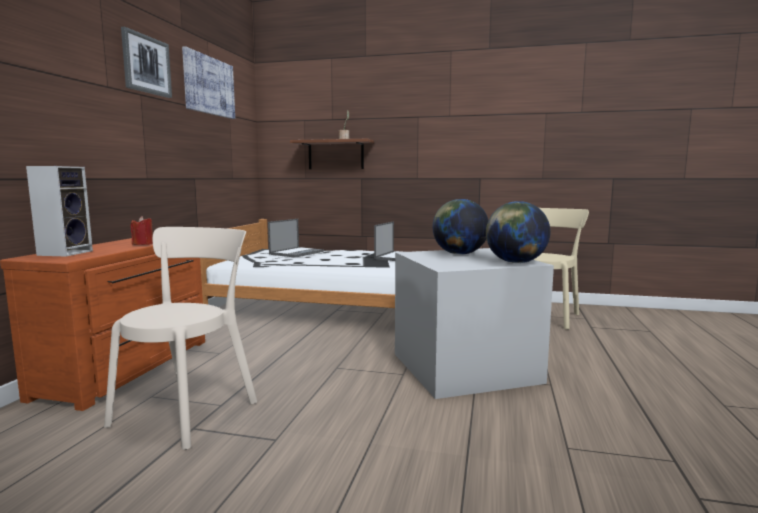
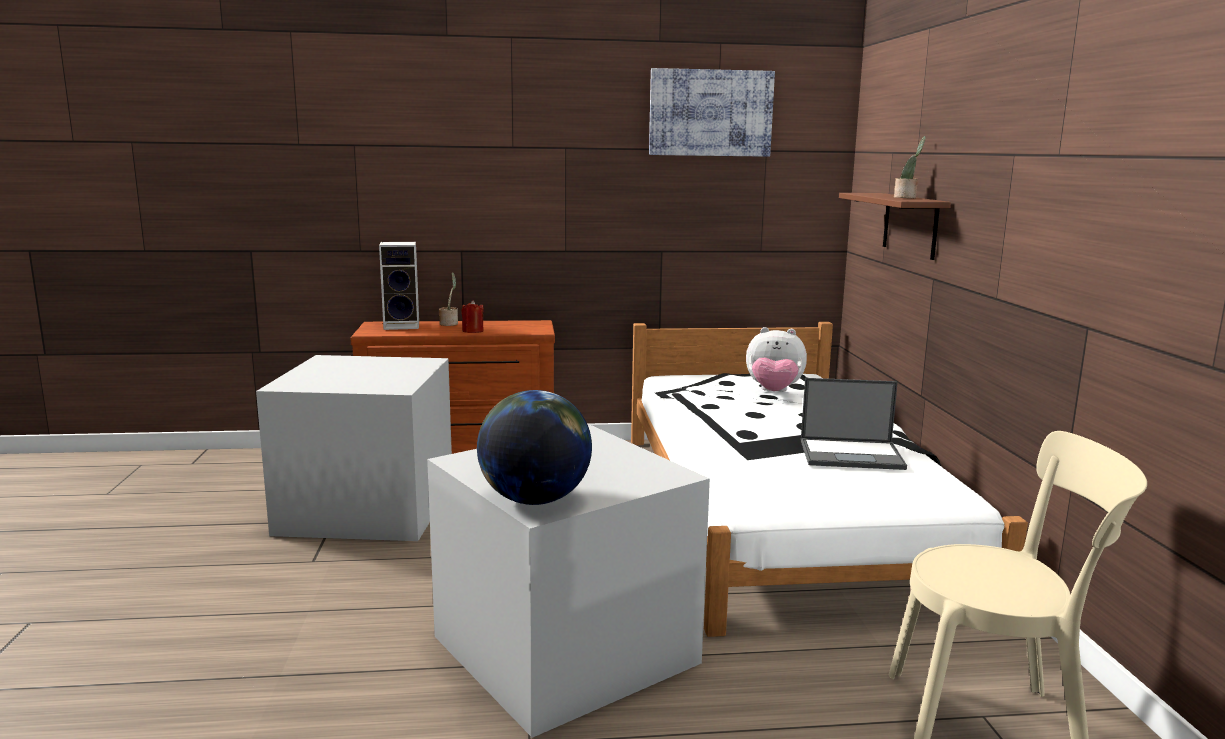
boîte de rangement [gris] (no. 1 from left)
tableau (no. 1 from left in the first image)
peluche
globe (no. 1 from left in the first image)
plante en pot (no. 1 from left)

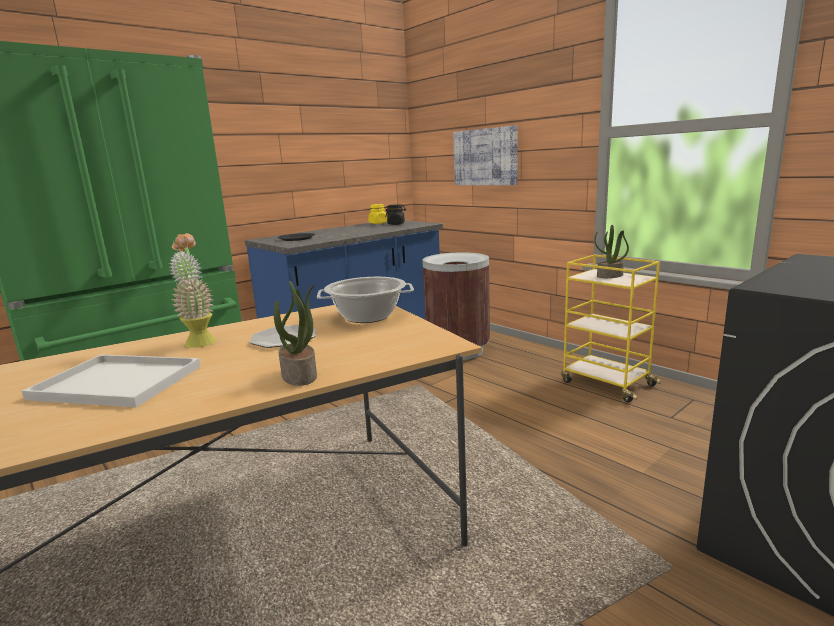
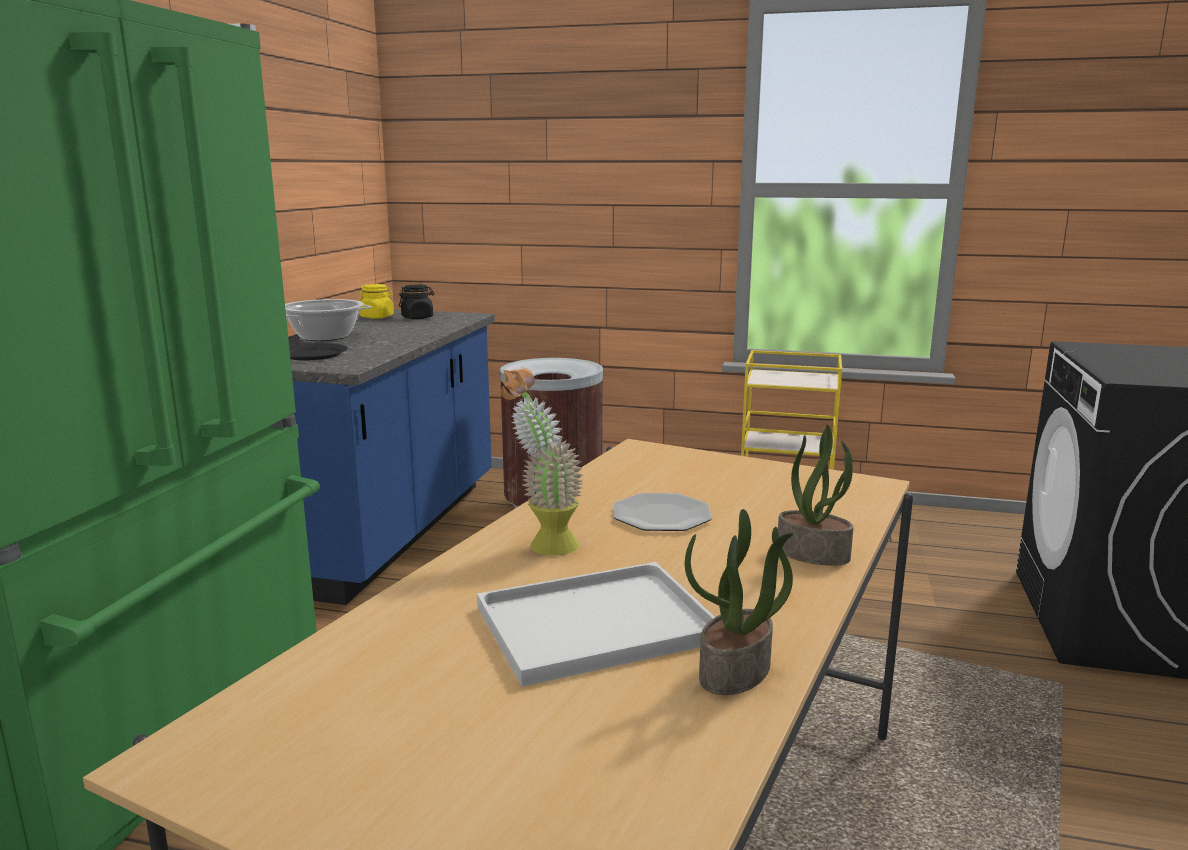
marmite
tableau
plante en pot (no. 2 from left)

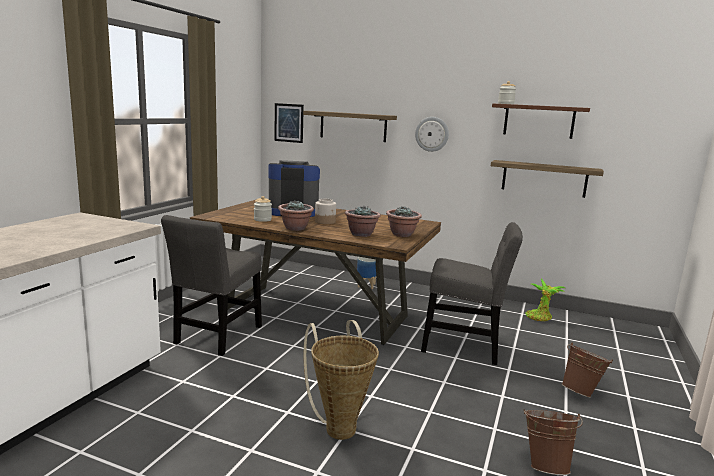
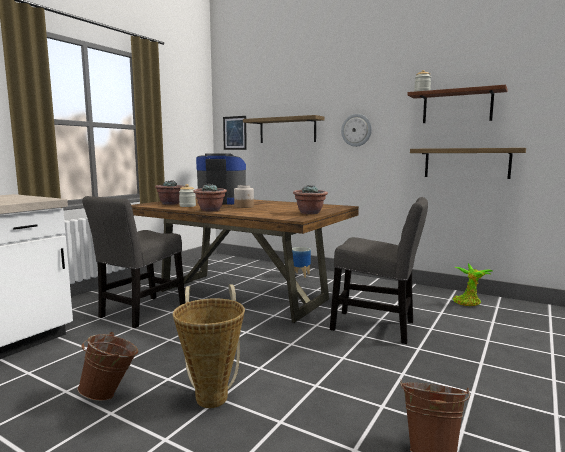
plante en pot (no. 1 from left)
seau [marron] (no. 1 from left)

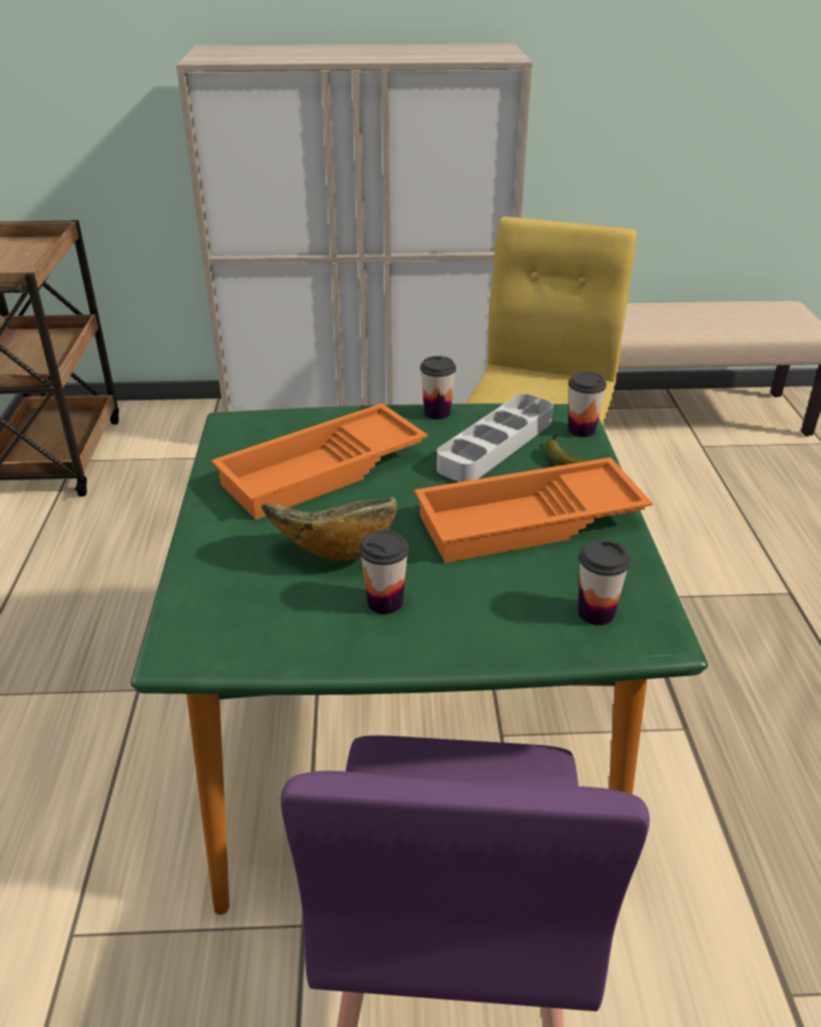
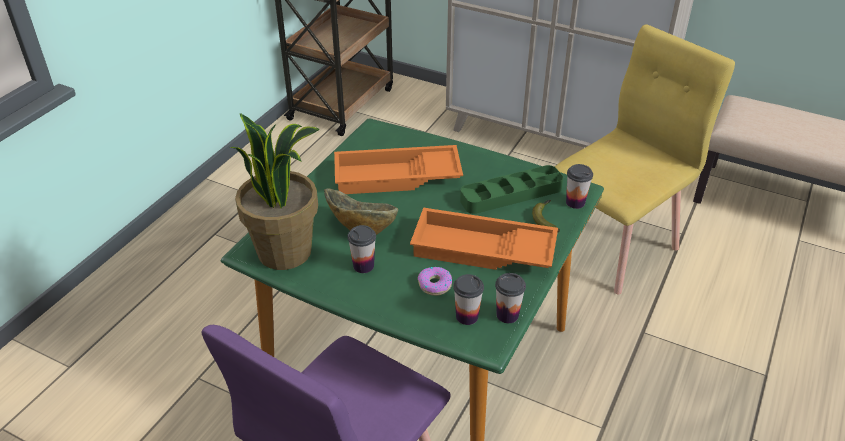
tasse (no. 3 from left)
plateau [vert]
plante en pot
beignet

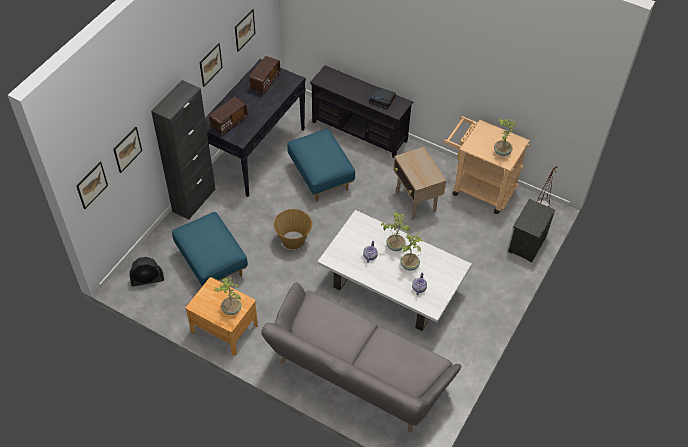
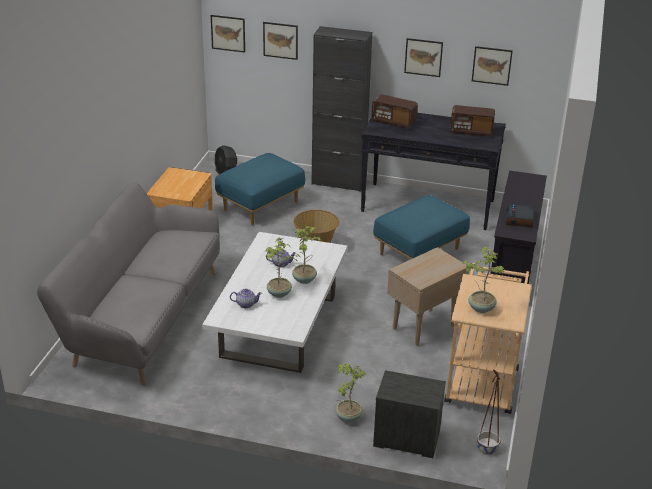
plante en pot (no. 3 from left)

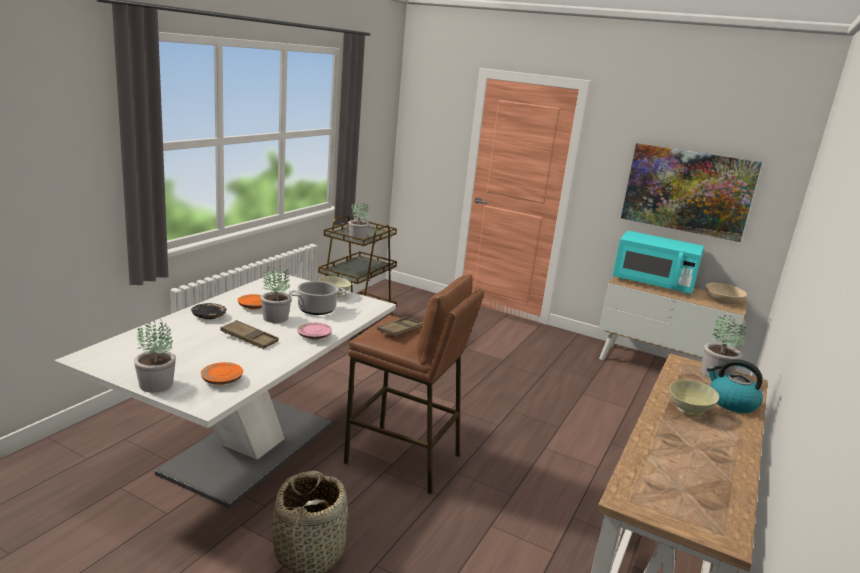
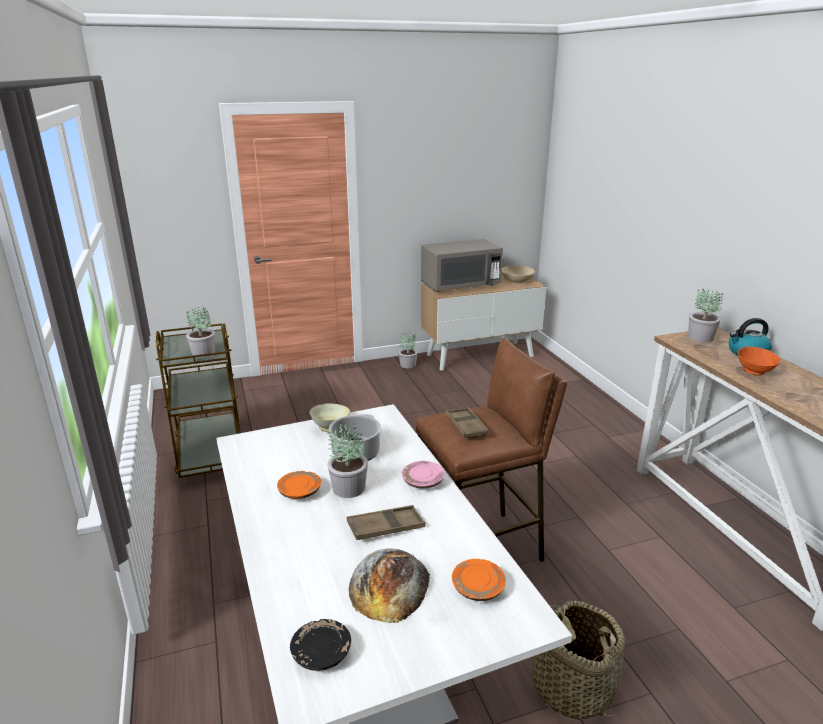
plante en pot (no. 3 from left)
assiette [noir]
micro-ondes [gris]
tableau
bol [orange]
pain

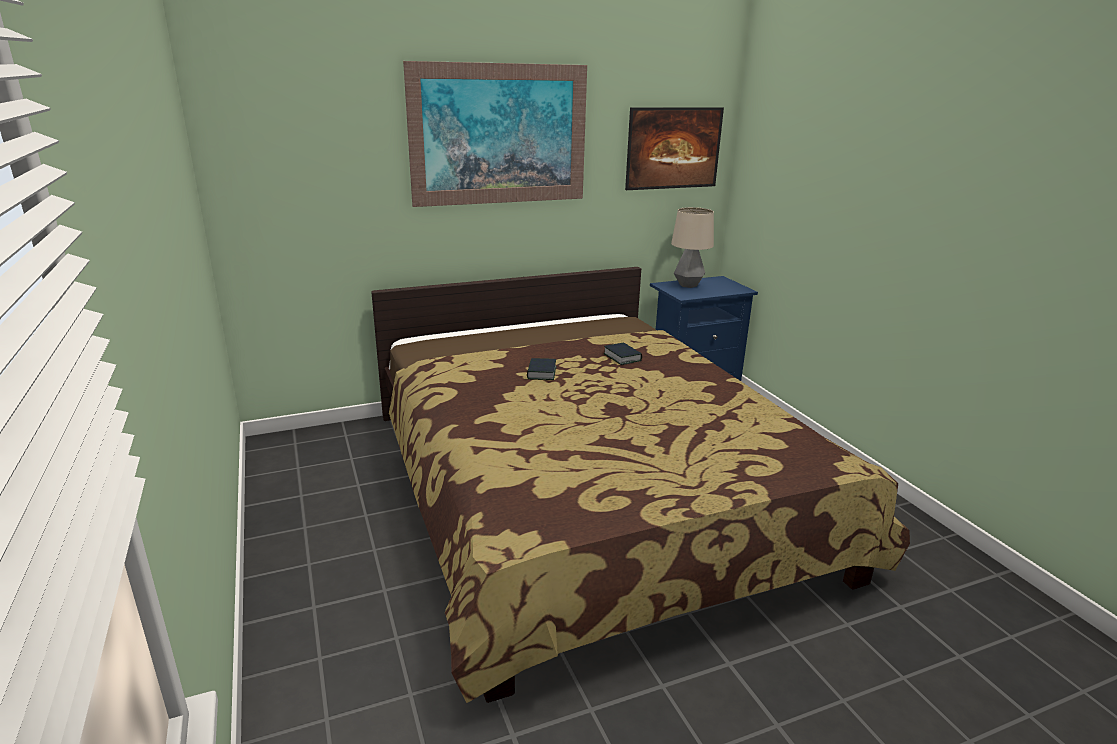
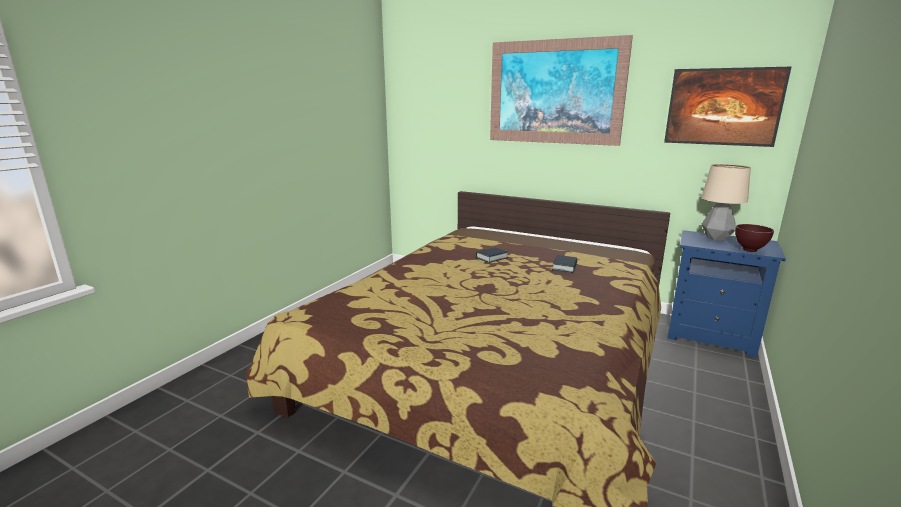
bol [marron]

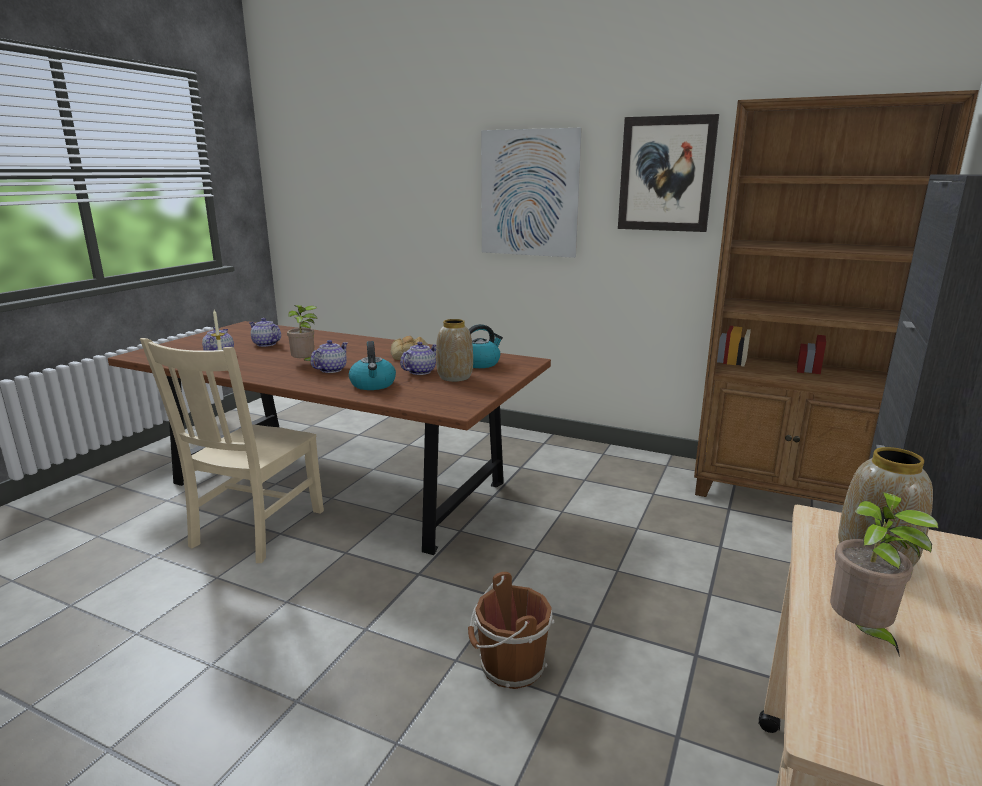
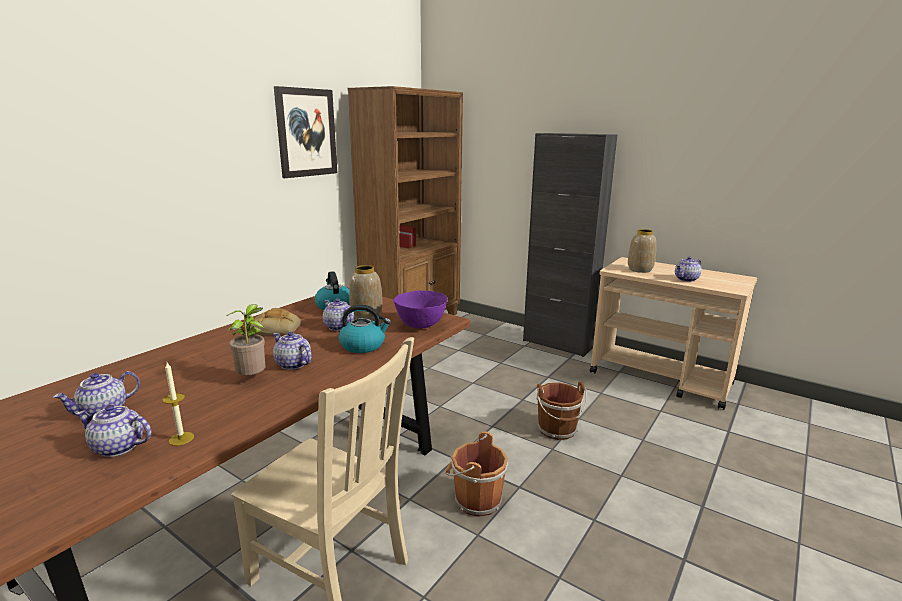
tableau (no. 1 from left in the first image)
théière (no. 5 from left)
bol [violet]
seau [marron] (no. 1 from left)

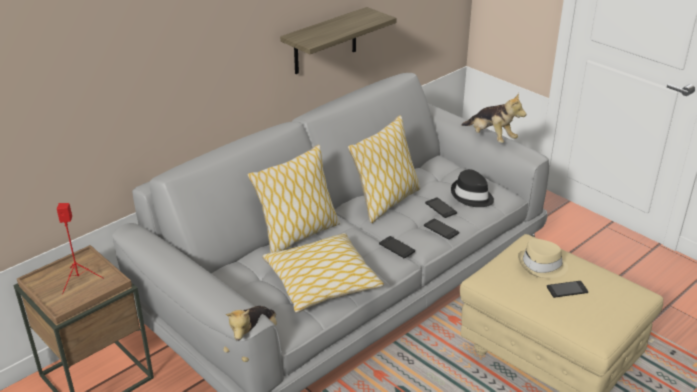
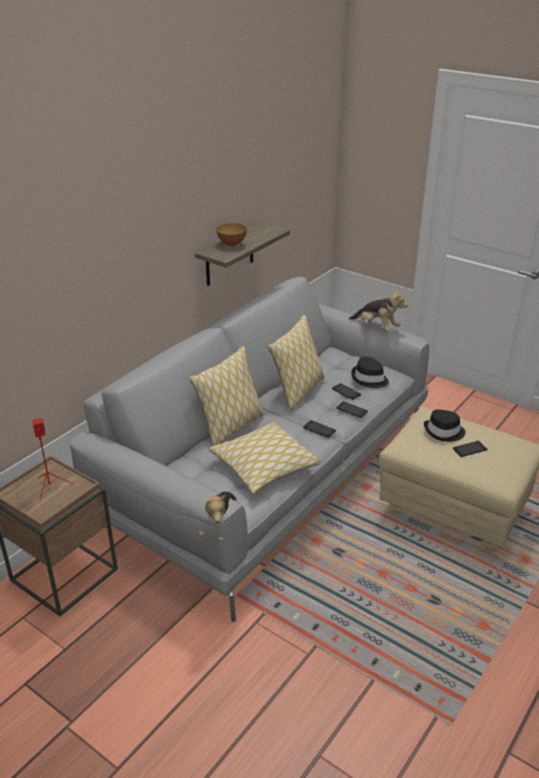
chapeau [noir] (no. 2 from left)
bol

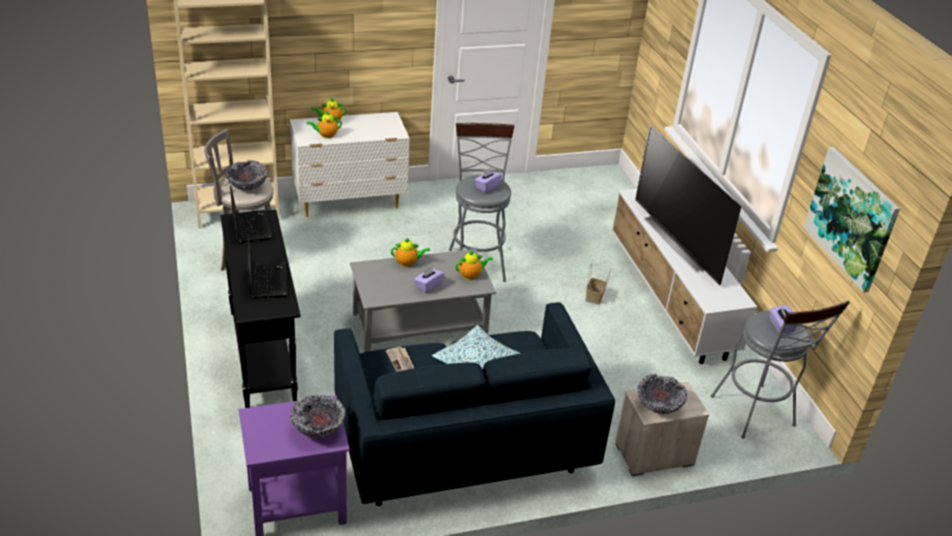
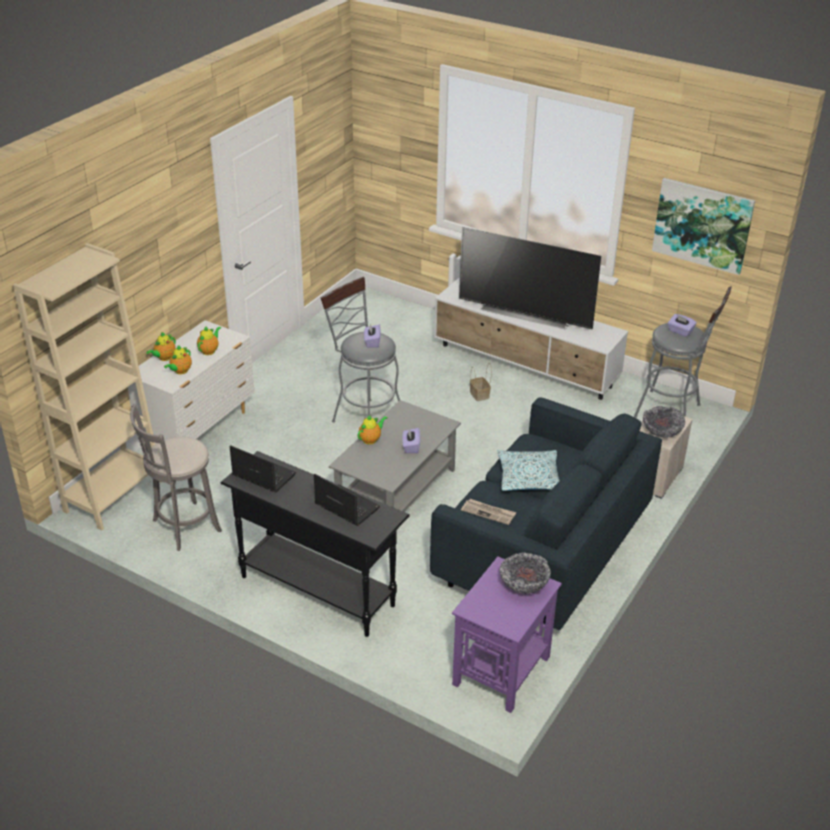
bol (no. 1 from left in the first image)
théière (no. 3 from left)

